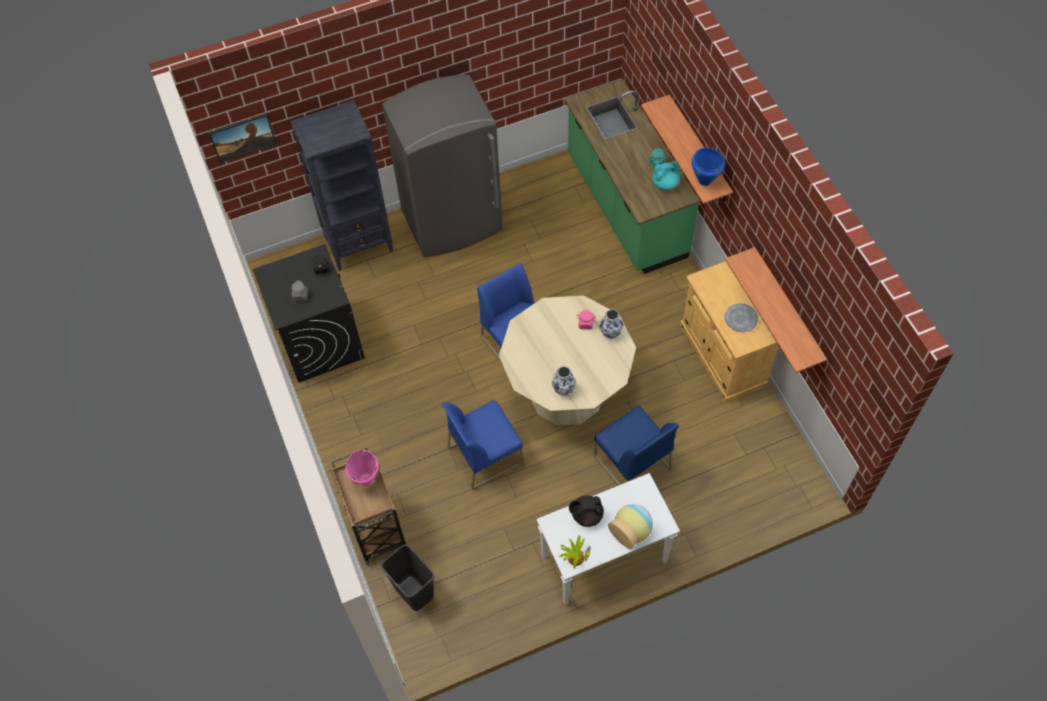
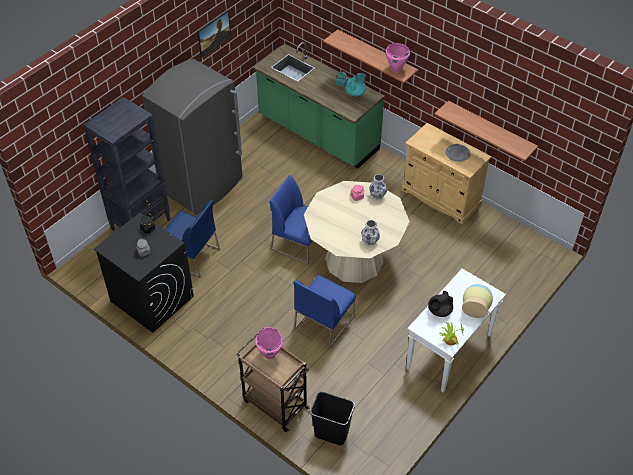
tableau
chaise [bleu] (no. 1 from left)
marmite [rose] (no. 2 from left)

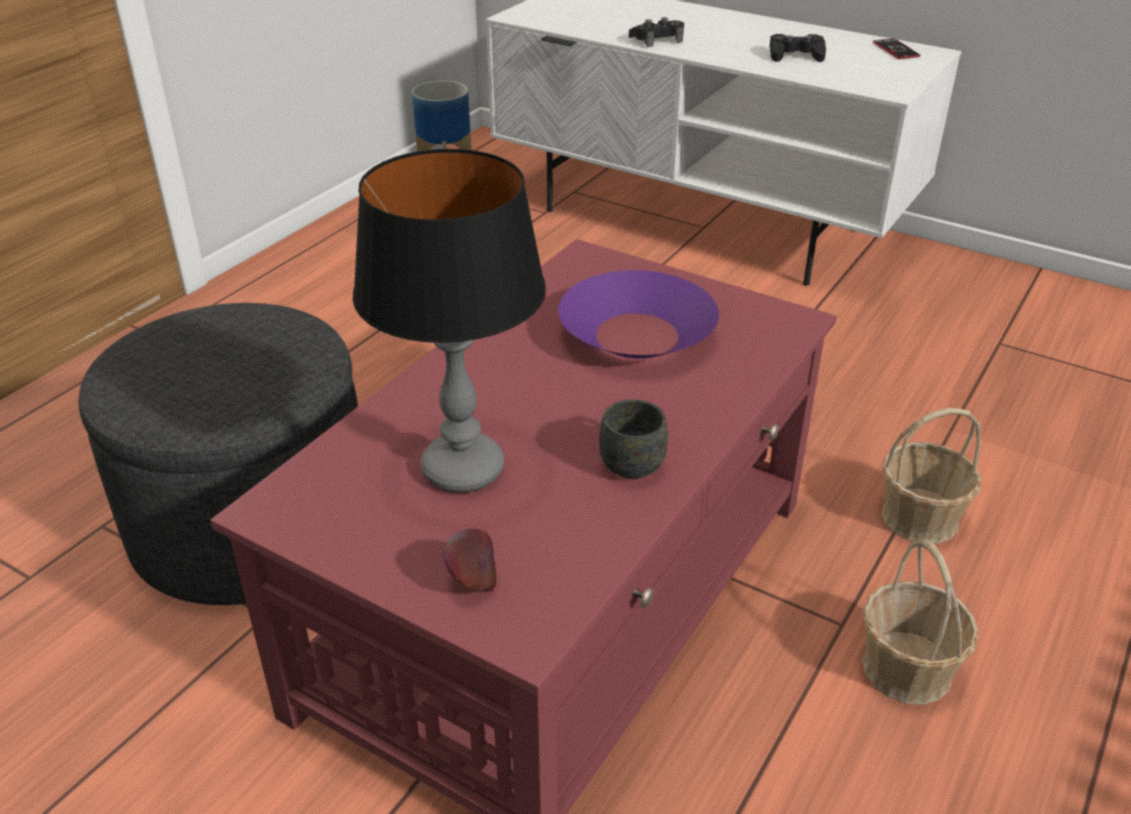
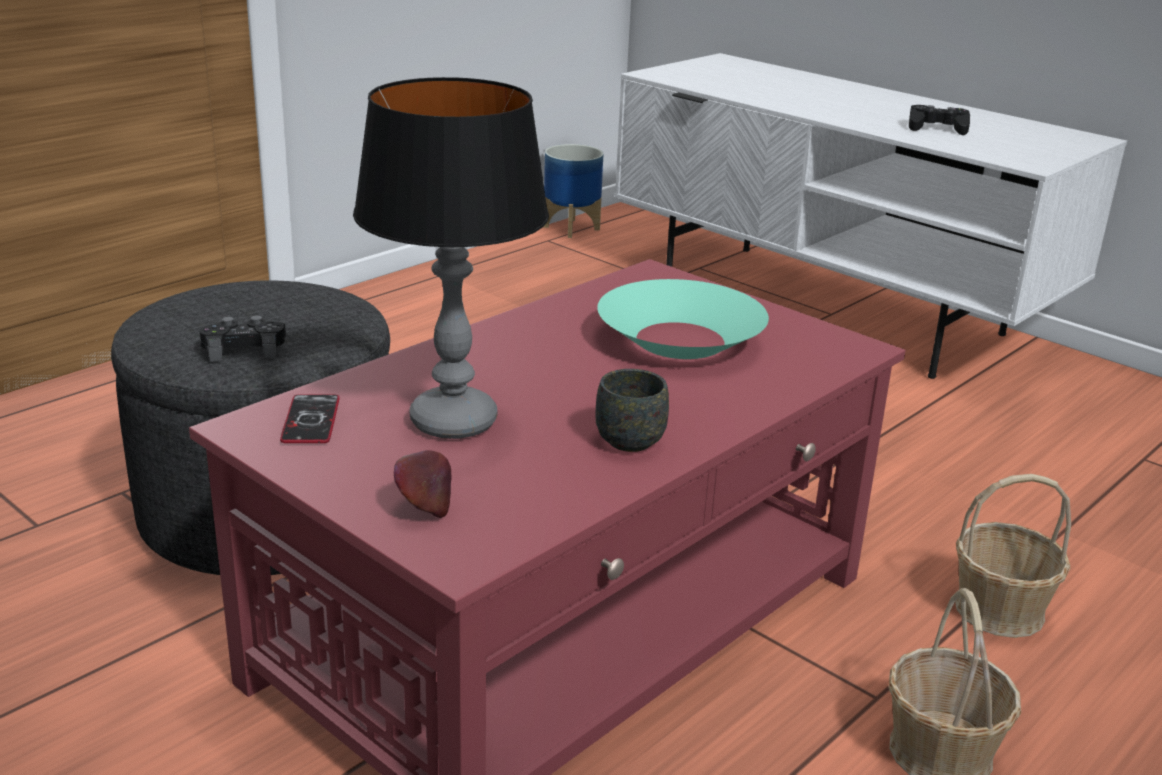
bol [turquoise]
manette [noir] (no. 1 from left)
téléphone

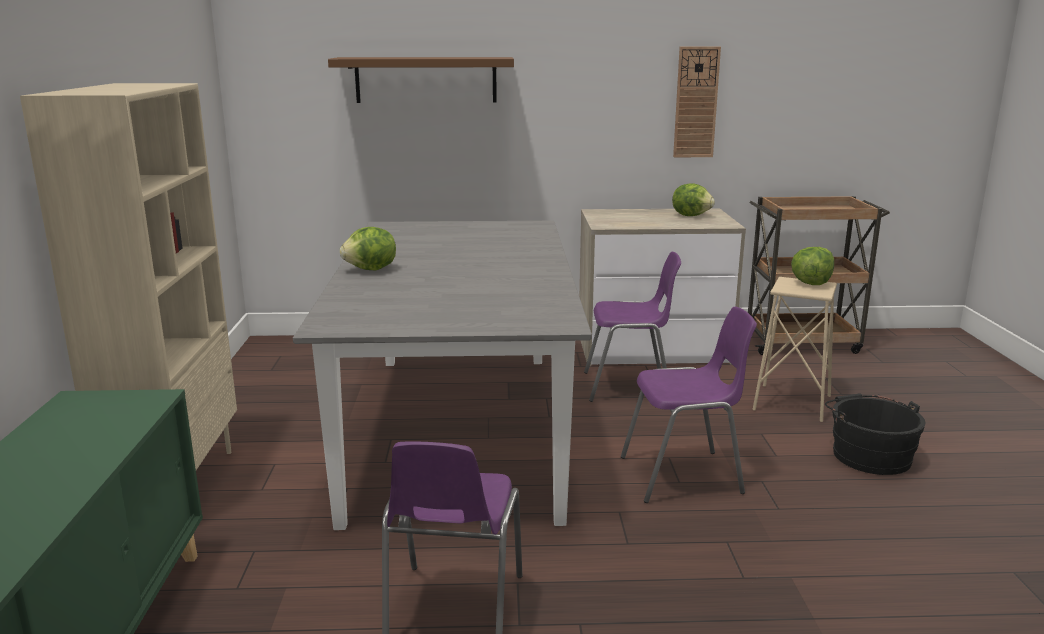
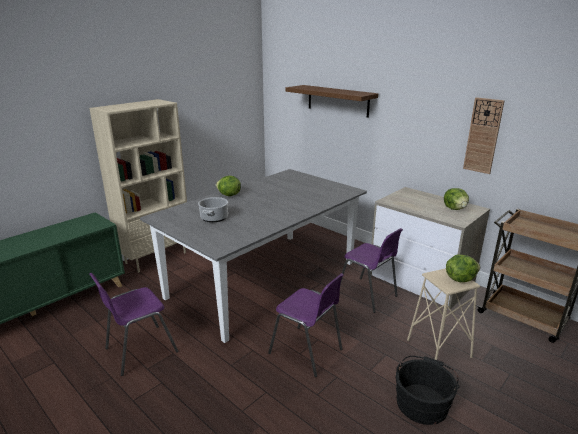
marmite

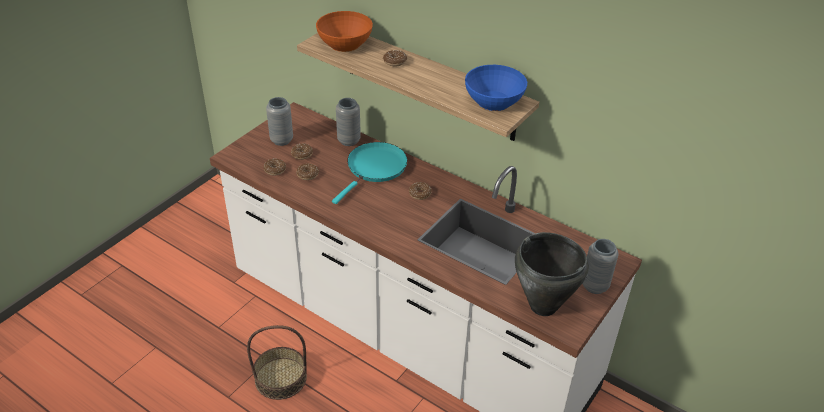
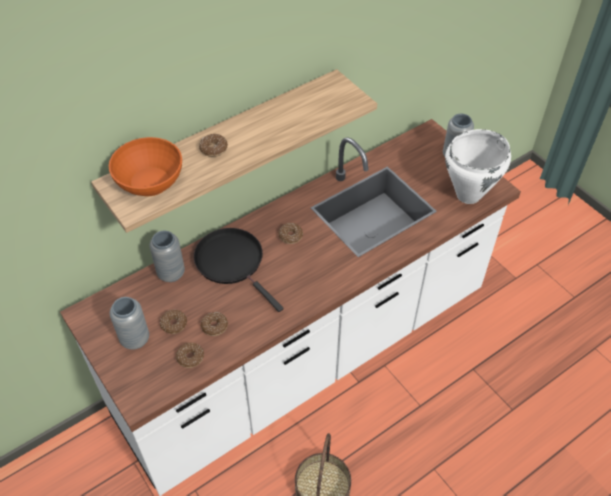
poêle [noir]
bol [bleu]
marmite [blanc]

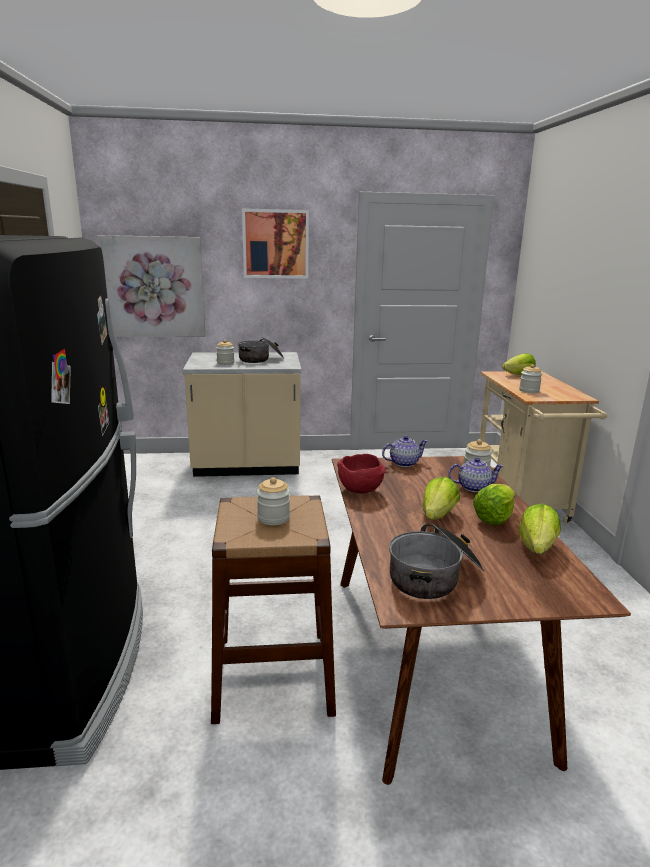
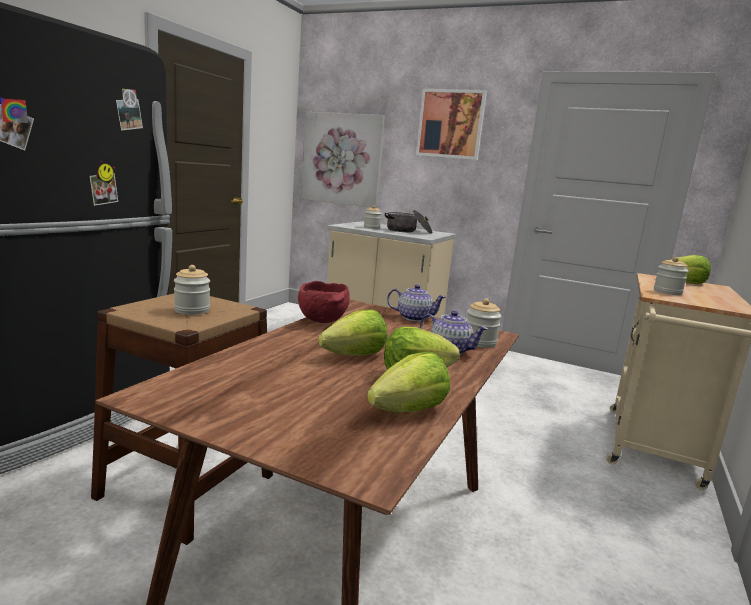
marmite (no. 2 from left in the first image)

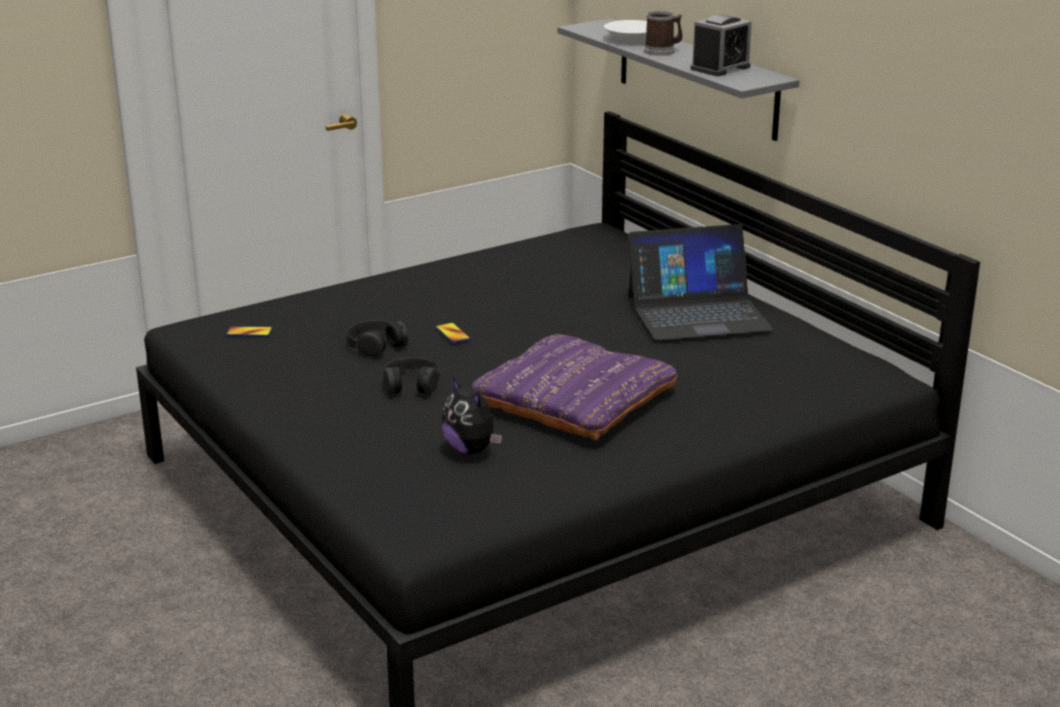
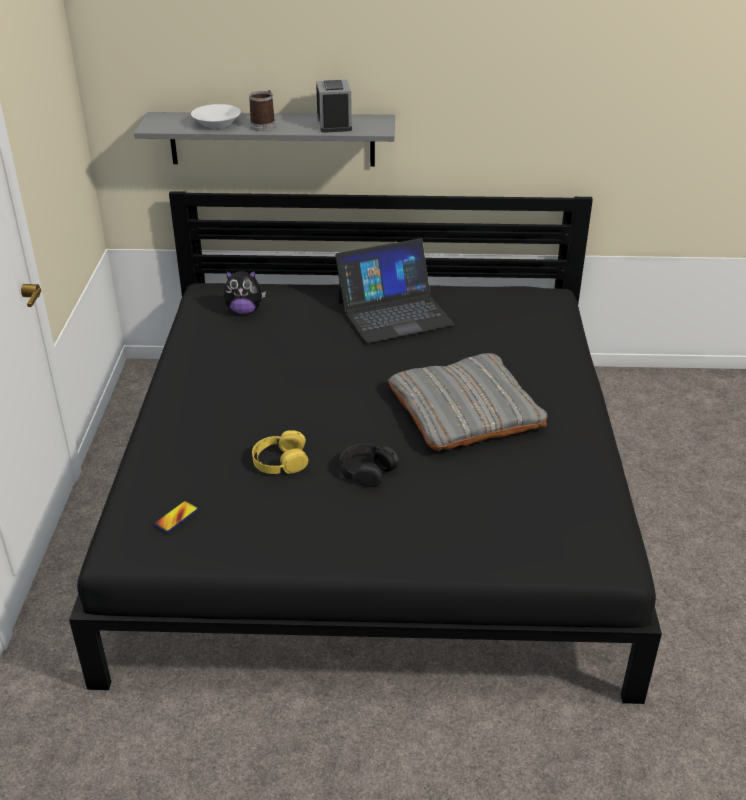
casque audio [jaune]
téléphone (no. 2 from left in the first image)
peluche
coussin [gris]
ordinateur portable

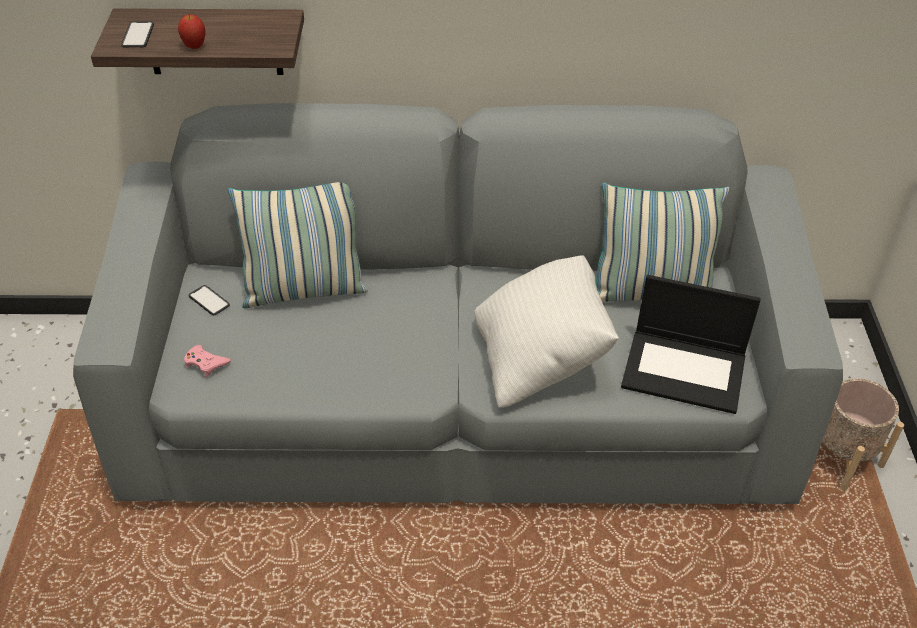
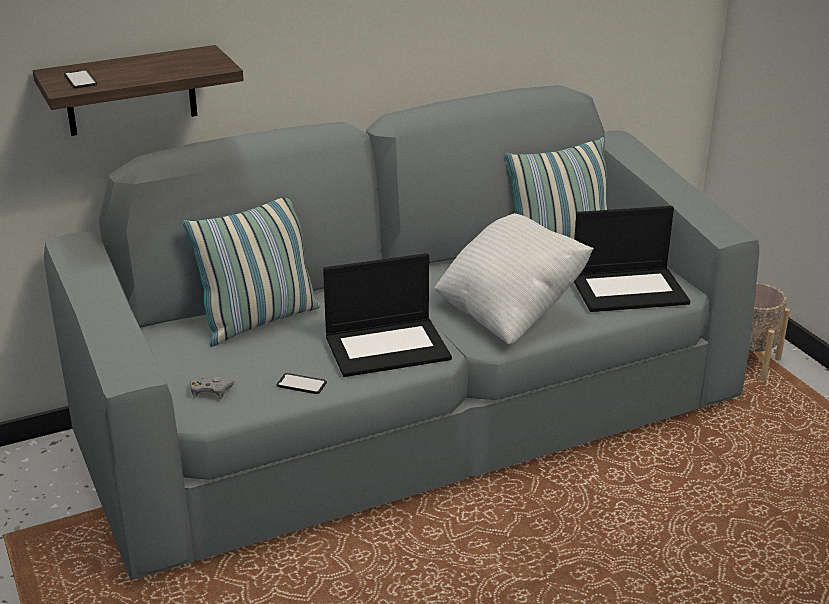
pomme
manette [gris]
téléphone (no. 2 from left)
ordinateur portable (no. 1 from left)

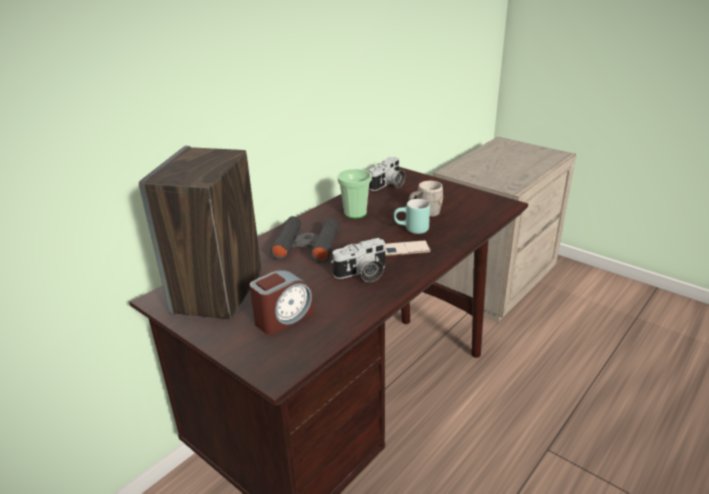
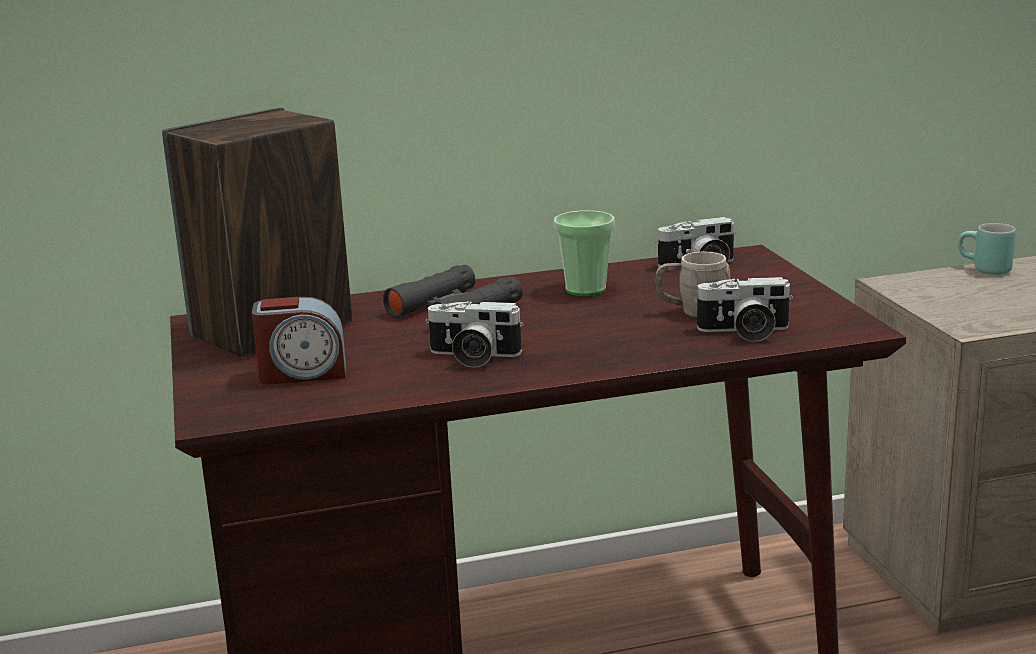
téléphone
mug [turquoise]
appareil photo (no. 3 from left)

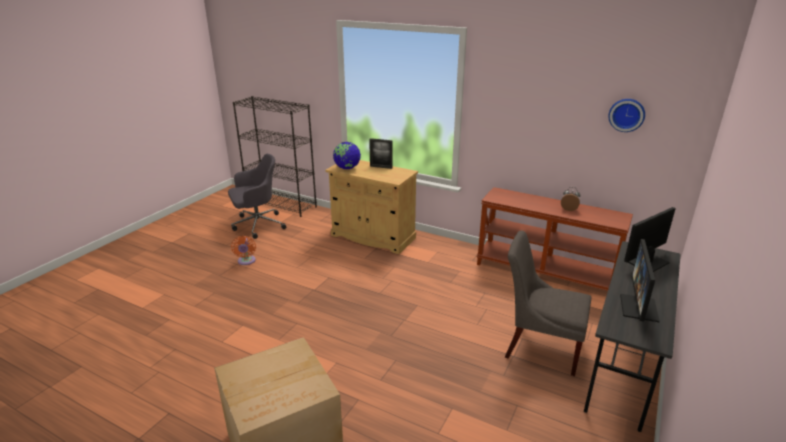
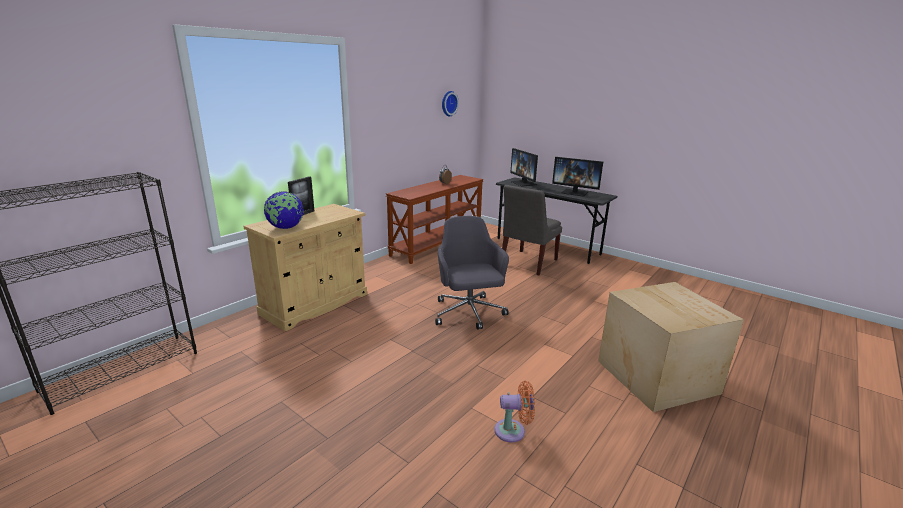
chaise de bureau [gris]
ventilateur [orange]

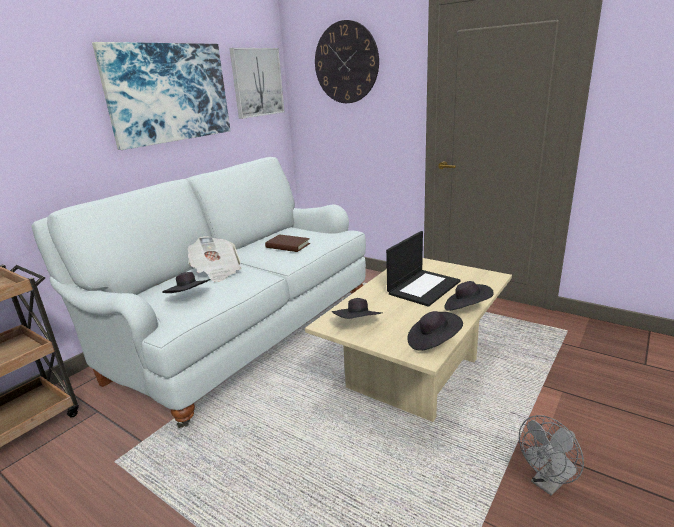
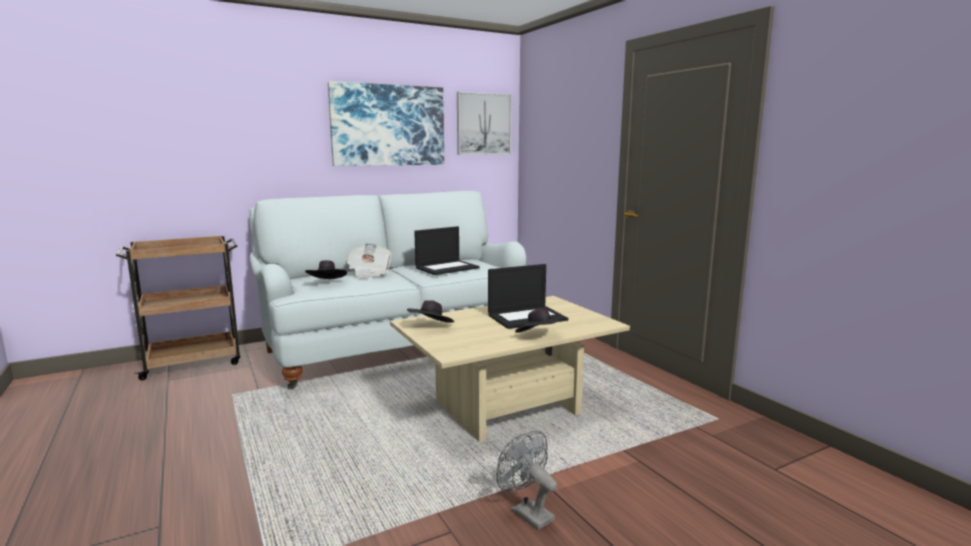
ordinateur portable (no. 1 from left)
horloge murale
chapeau [noir] (no. 3 from left in the first image)
ventilateur [gris]

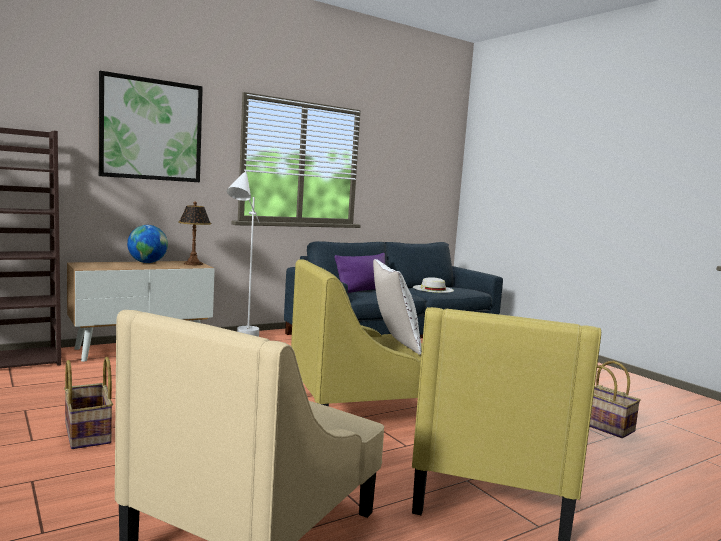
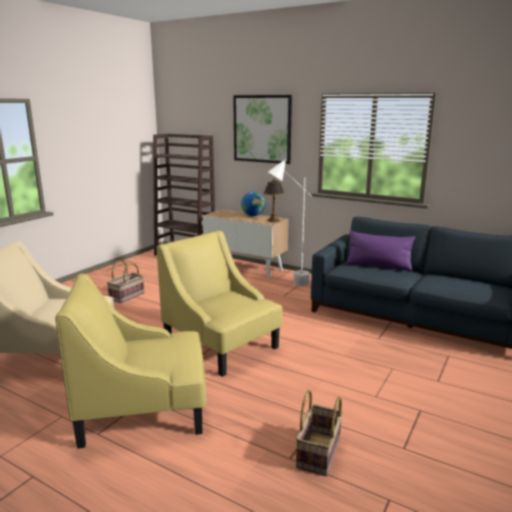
coussin [blanc]
chapeau [blanc]

